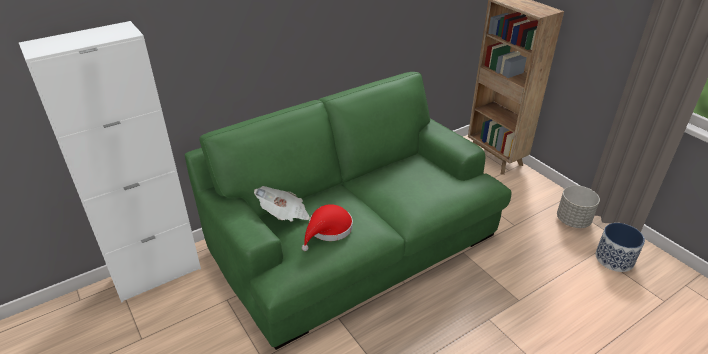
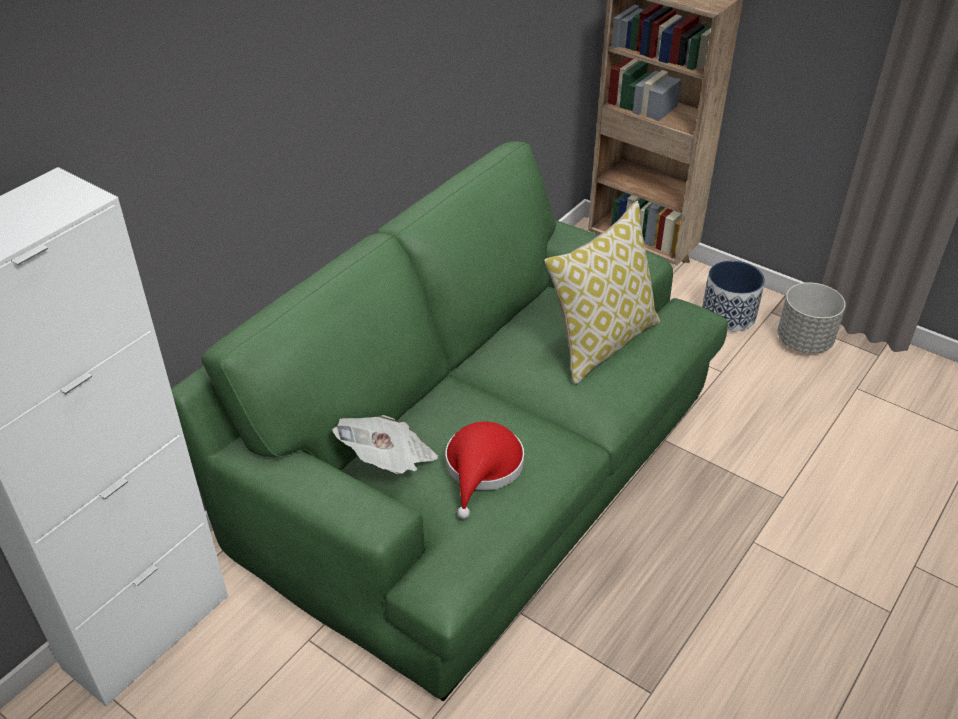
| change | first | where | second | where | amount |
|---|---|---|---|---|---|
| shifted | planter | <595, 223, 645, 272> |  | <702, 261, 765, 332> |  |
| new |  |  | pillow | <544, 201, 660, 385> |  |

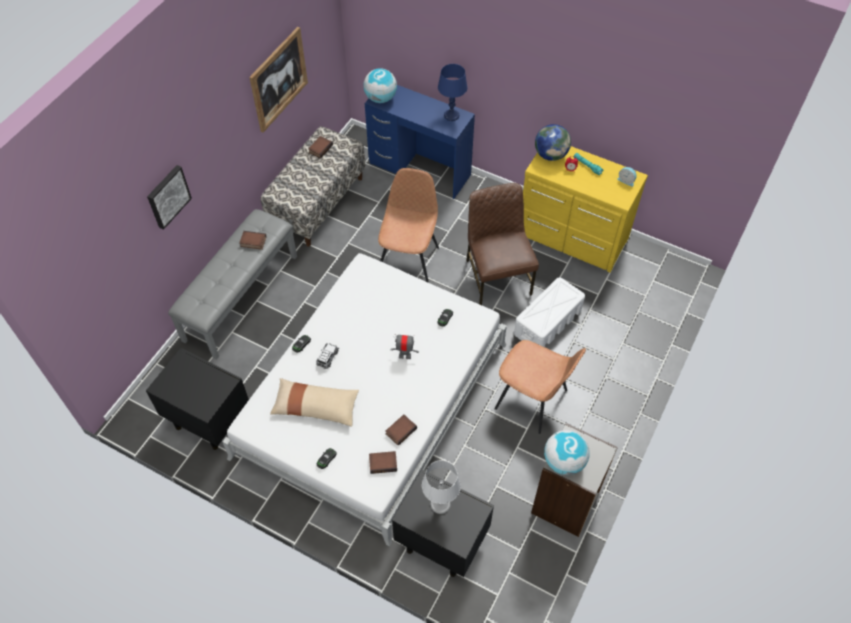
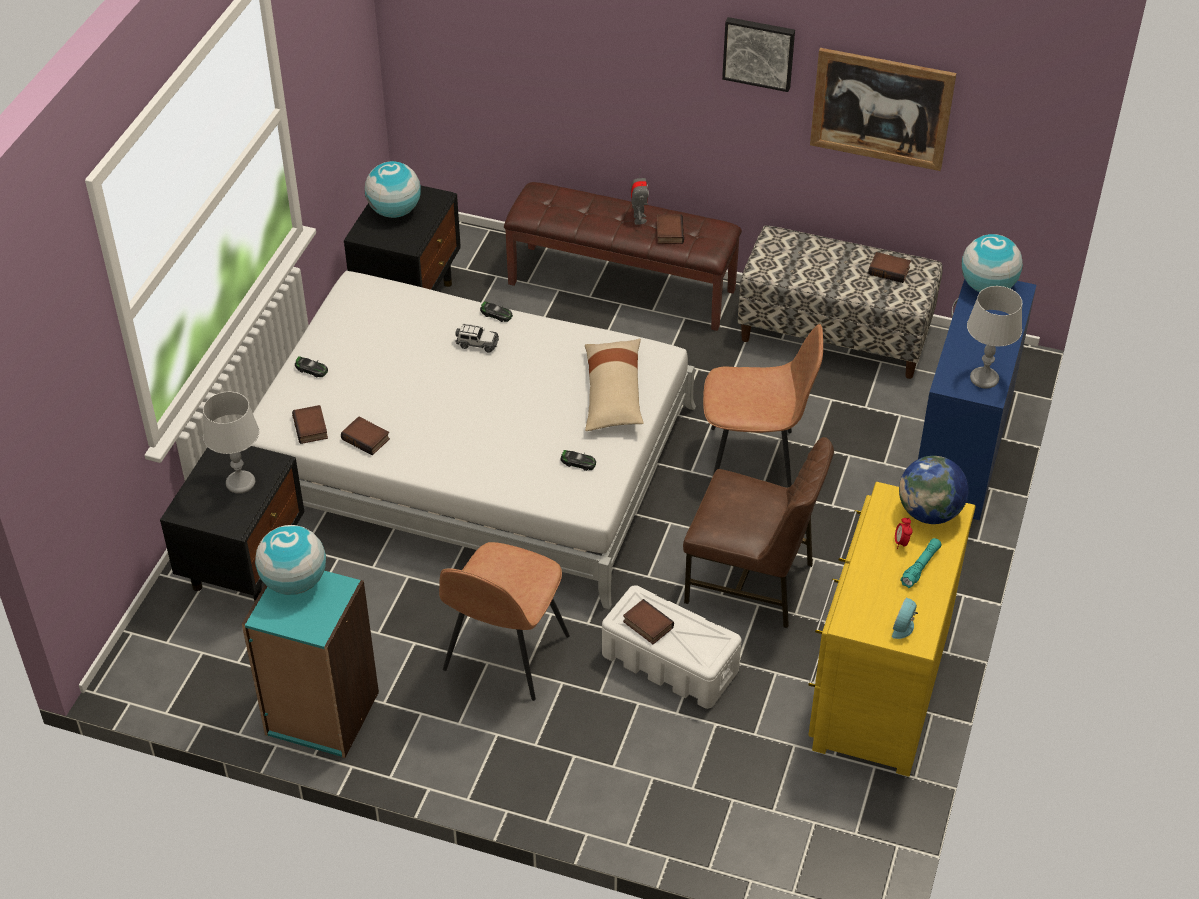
| change | first | where | second | where | amount |
|---|---|---|---|---|---|
| repainted | blue table lamp | <438, 64, 467, 121> | grey table lamp | <967, 286, 1022, 389> |  |
| shifted | picture | <147, 165, 192, 230> |  | <722, 17, 795, 92> |  |
| rotated | brown chair | <466, 183, 539, 305> |  | <683, 437, 834, 629> | 45 degrees clockwise |
| repainted | grey bench | <168, 209, 297, 359> | brown bench | <504, 182, 742, 331> |  |
| shifted | toy robot | <391, 334, 419, 359> |  | <630, 168, 649, 225> |  |
| shifted | beige pillow | <270, 378, 359, 427> |  | <585, 338, 644, 431> |  |
| repainted | grey bookcase | <531, 423, 618, 537> | turquoise bookcase | <242, 571, 379, 758> |  |
| new |  |  | globe | <365, 161, 420, 218> |  |
| new |  |  | book | <623, 599, 674, 644> |  |

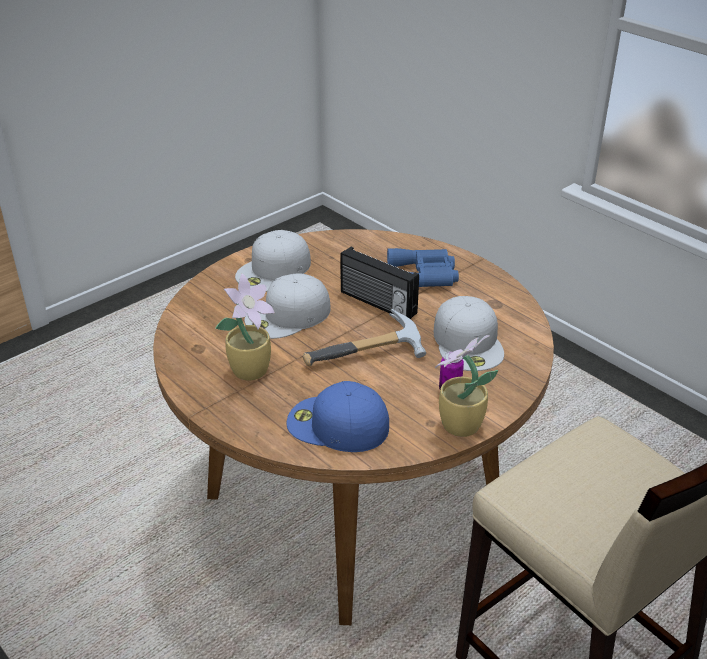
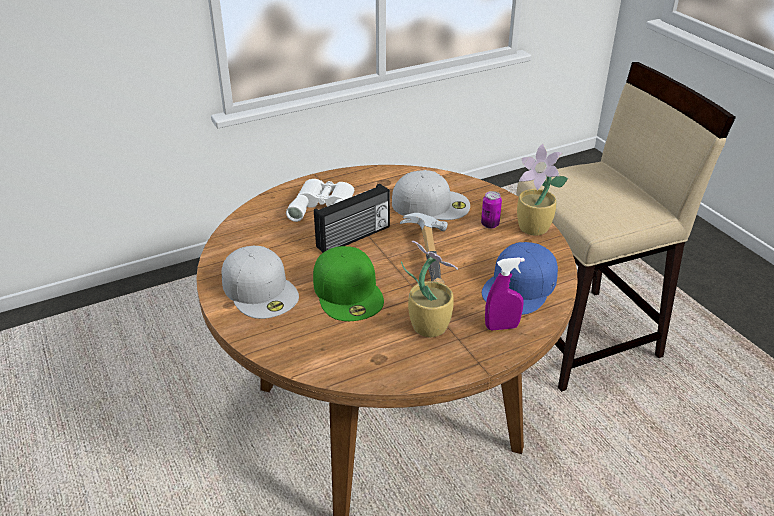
| change | first | where | second | where | amount |
|---|---|---|---|---|---|
| repainted | blue binoculars | <387, 248, 459, 287> | white binoculars | <286, 179, 354, 222> |  |
| repainted | white cap | <244, 273, 331, 339> | green cap | <313, 246, 384, 321> |  |
| new |  |  | purple spray bottle | <485, 257, 525, 330> |  |

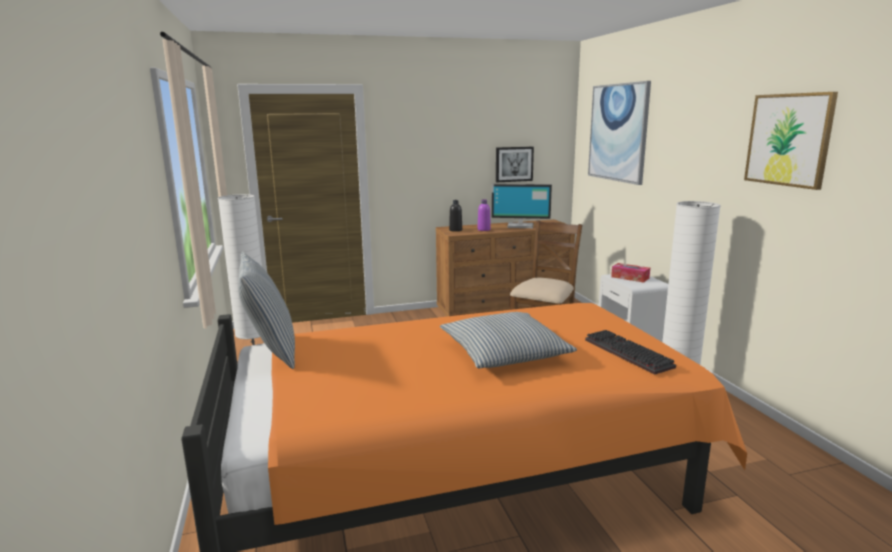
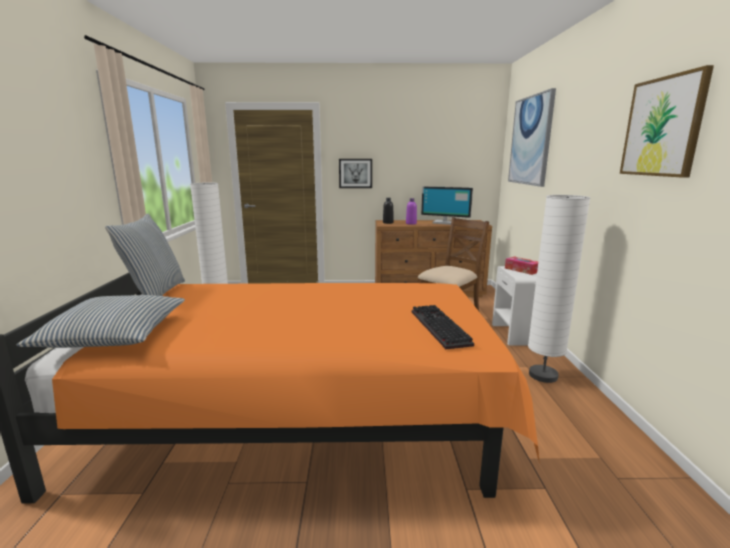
| change | first | where | second | where | amount |
|---|---|---|---|---|---|
| shifted | picture | <496, 147, 534, 182> |  | <339, 159, 372, 188> |  |
| shifted | pillow | <440, 312, 577, 368> |  | <17, 295, 185, 348> |  |

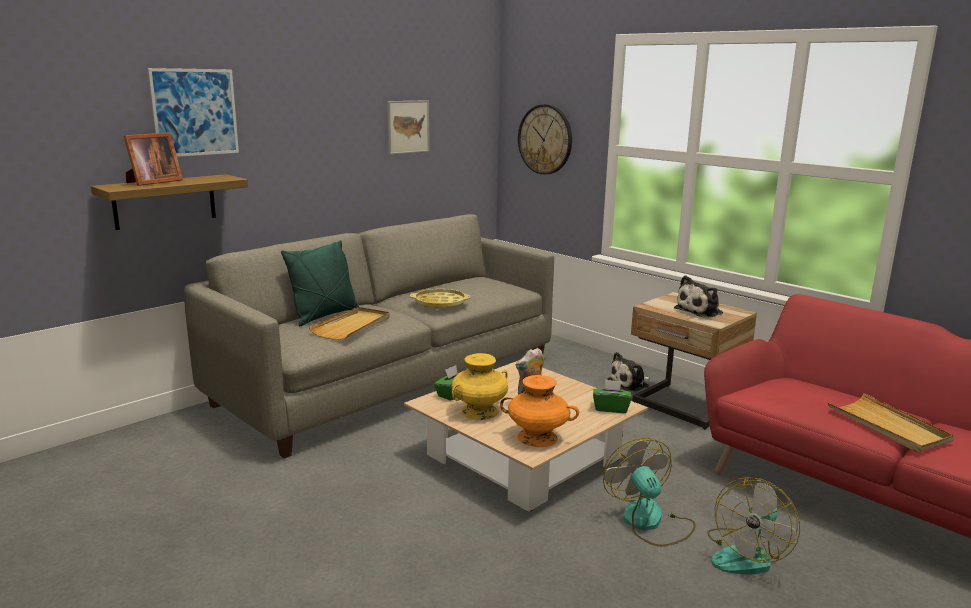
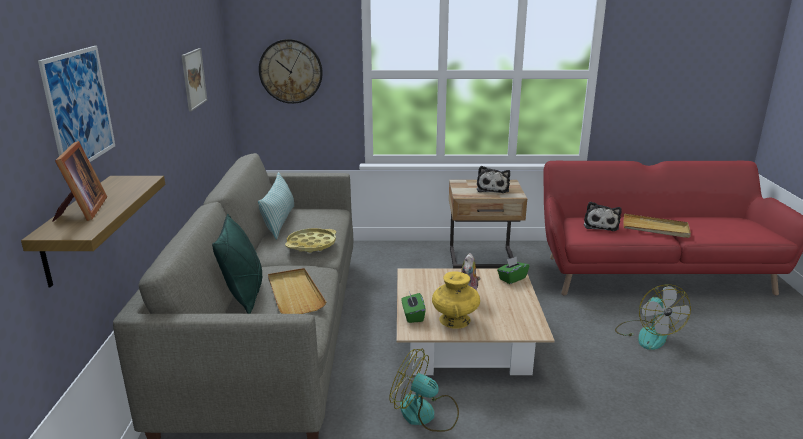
| change | first | where | second | where | amount |
|---|---|---|---|---|---|
| shifted | plush toy | <607, 352, 649, 392> |  | <584, 201, 622, 231> |  |
| gone | orange vase | <500, 375, 579, 447> |  |  |  |
| shifted | fan | <603, 438, 696, 547> |  | <389, 349, 459, 432> |  |
| new |  |  | pillow | <258, 172, 294, 240> |  |

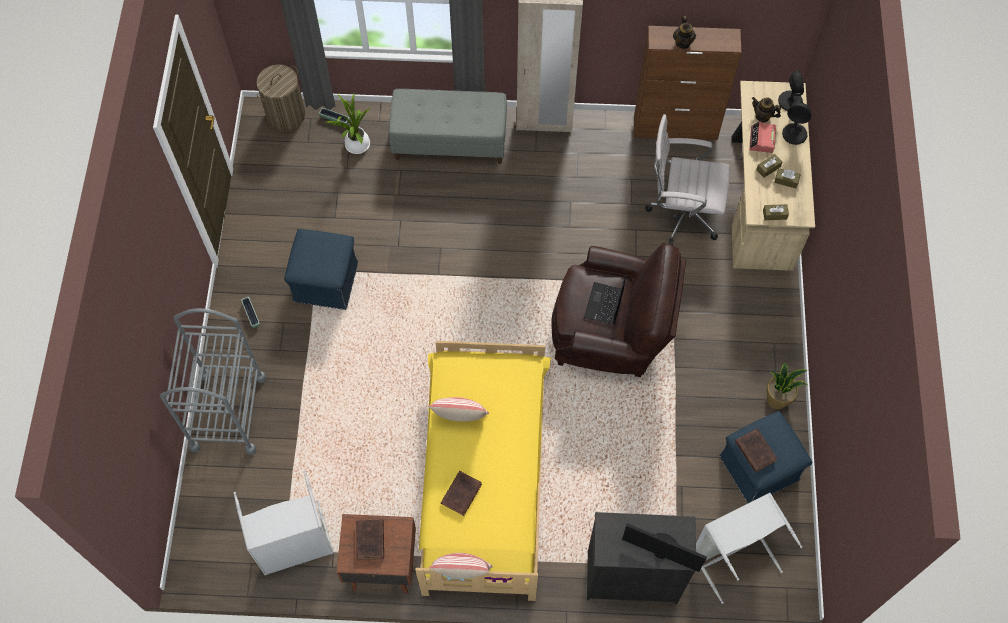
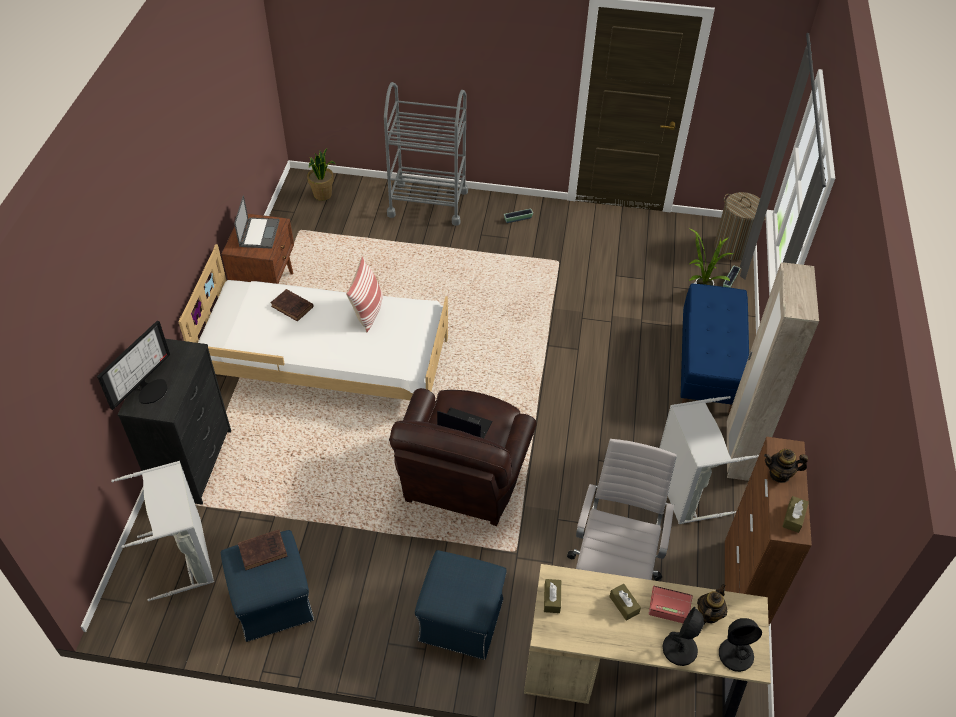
| change | first | where | second | where | amount |
|---|---|---|---|---|---|
| repainted | grey bench | <389, 89, 507, 164> | blue bench | <681, 284, 749, 413> |  |
| shifted | brown tissue box | <774, 168, 801, 188> |  | <782, 496, 809, 533> |  |
| shifted | blue ottoman | <284, 229, 358, 310> |  | <415, 550, 507, 660> |  |
| repainted | yellow bed | <416, 341, 551, 601> | white bed | <178, 244, 448, 400> |  |
| shifted | potted plant | <766, 362, 808, 410> |  | <307, 149, 335, 201> |  |
| shifted | grey laundry basket | <233, 470, 334, 575> |  | <659, 396, 759, 524> |  |
| swapped | brown book | <356, 519, 384, 560> | laptop | <234, 195, 280, 249> |  |
| gone | pillow | <429, 553, 493, 579> |  |  |  |

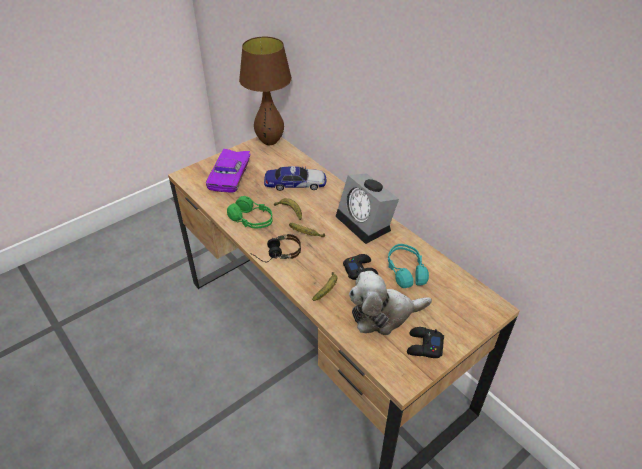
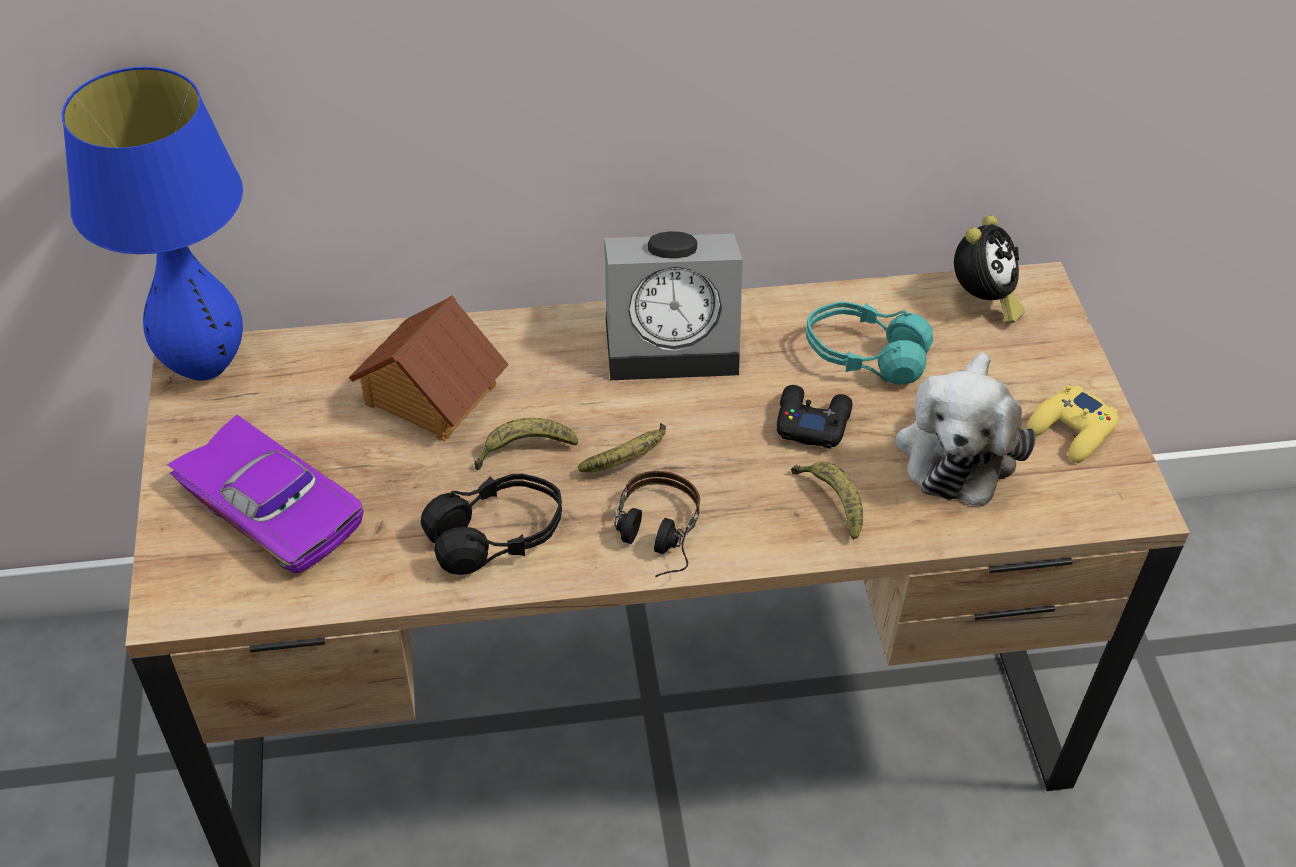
| change | first | where | second | where | amount |
|---|---|---|---|---|---|
| repainted | brown table lamp | <239, 37, 292, 145> | blue table lamp | <62, 67, 243, 381> |  |
| swapped | toy car | <264, 166, 326, 191> | toy house | <349, 295, 509, 441> |  |
| repainted | green headphones | <227, 196, 273, 229> | black headphones | <421, 474, 562, 575> |  |
| repainted | black game controller | <407, 327, 444, 358> | yellow game controller | <1027, 385, 1119, 463> |  |
| new |  |  | alarm clock | <954, 215, 1025, 324> |  |

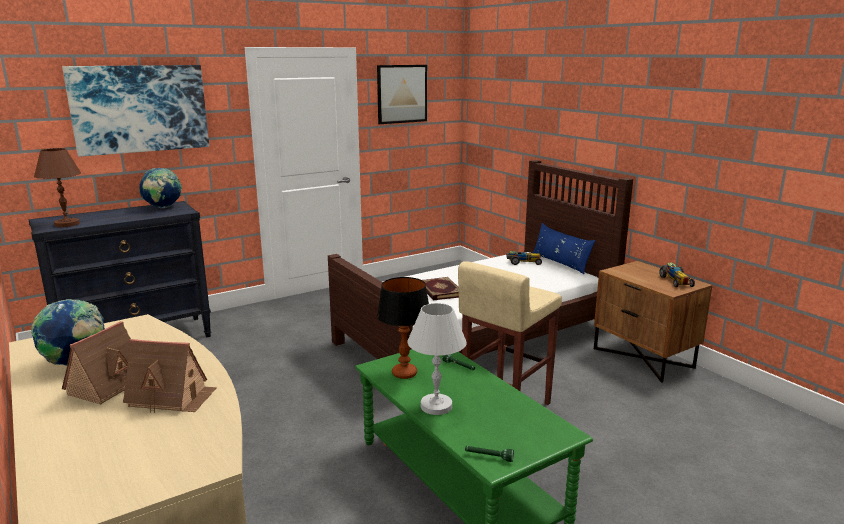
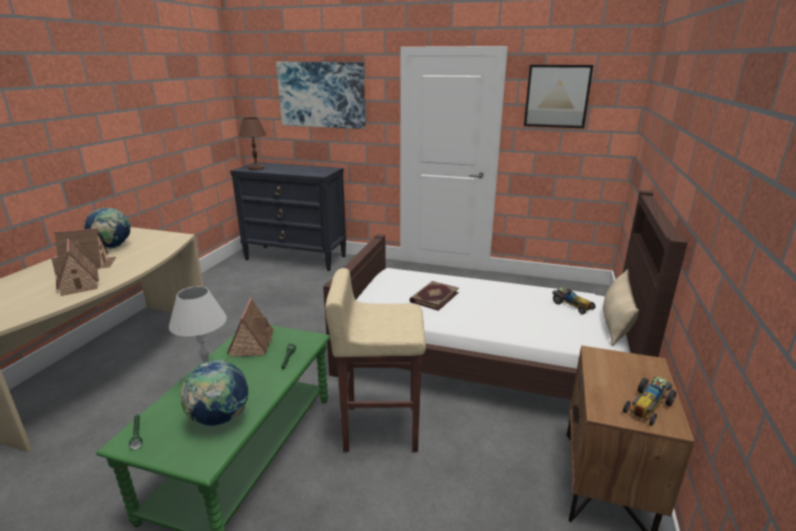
| change | first | where | second | where | amount |
|---|---|---|---|---|---|
| shifted | globe | <139, 168, 182, 208> |  | <181, 359, 248, 426> |  |
| repainted | blue pillow | <533, 223, 596, 274> | beige pillow | <603, 269, 639, 346> |  |
| swapped | table lamp | <377, 277, 429, 379> | toy house | <227, 298, 274, 357> |  |

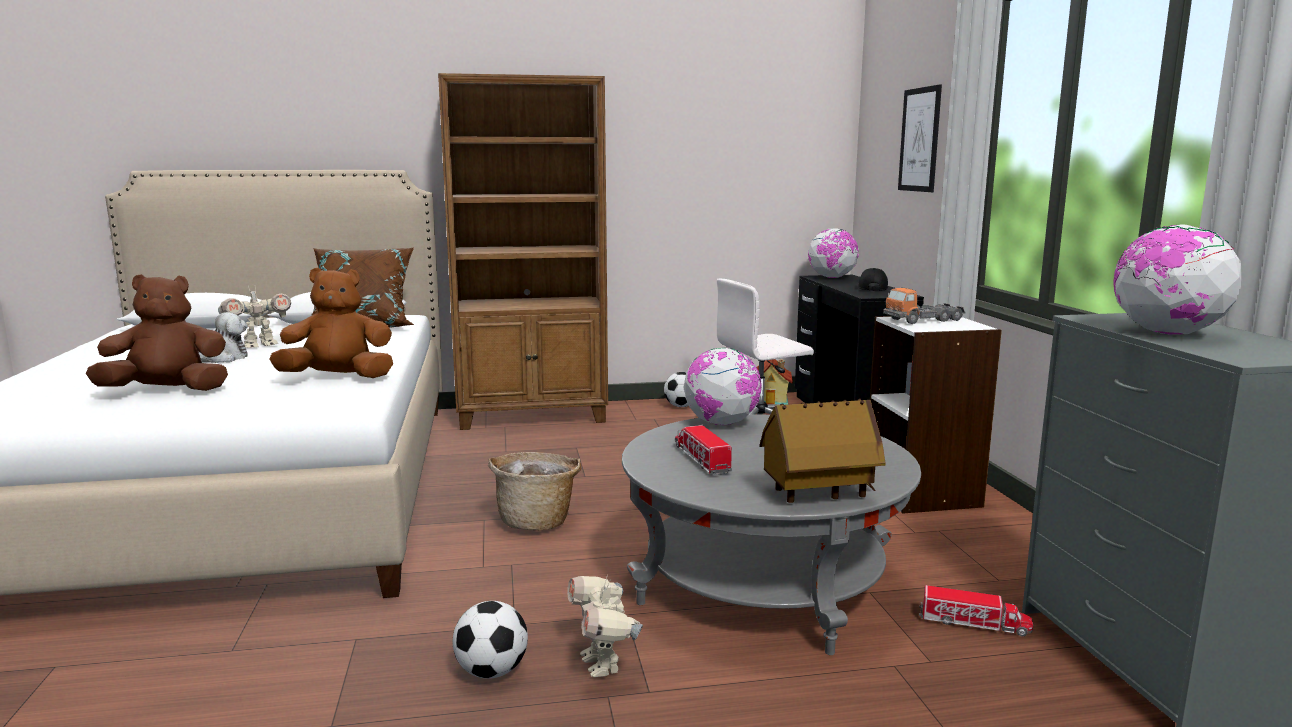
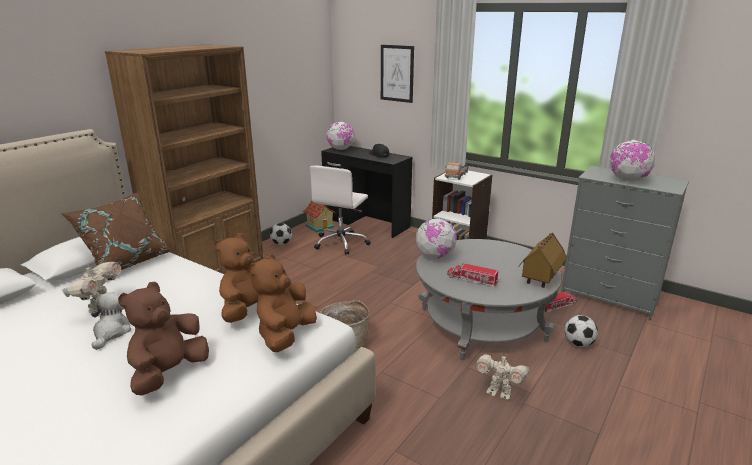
| change | first | where | second | where | amount |
|---|---|---|---|---|---|
| shifted | football | <453, 601, 528, 679> |  | <565, 315, 598, 347> |  |
| new |  |  | brown plush toy | <249, 253, 317, 352> |  |

